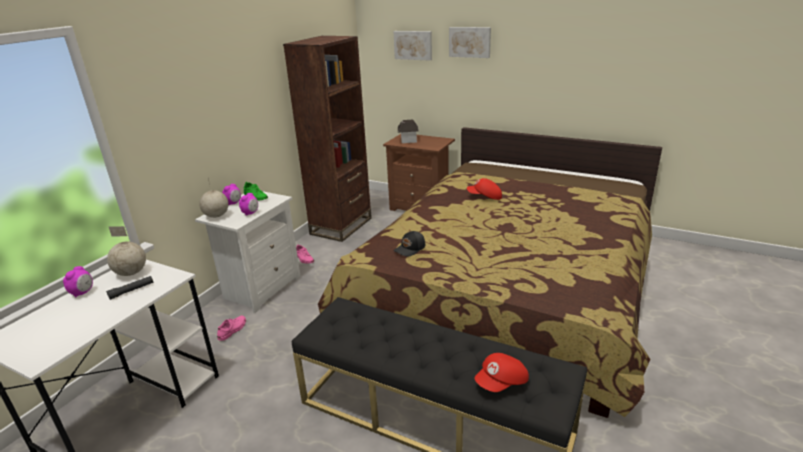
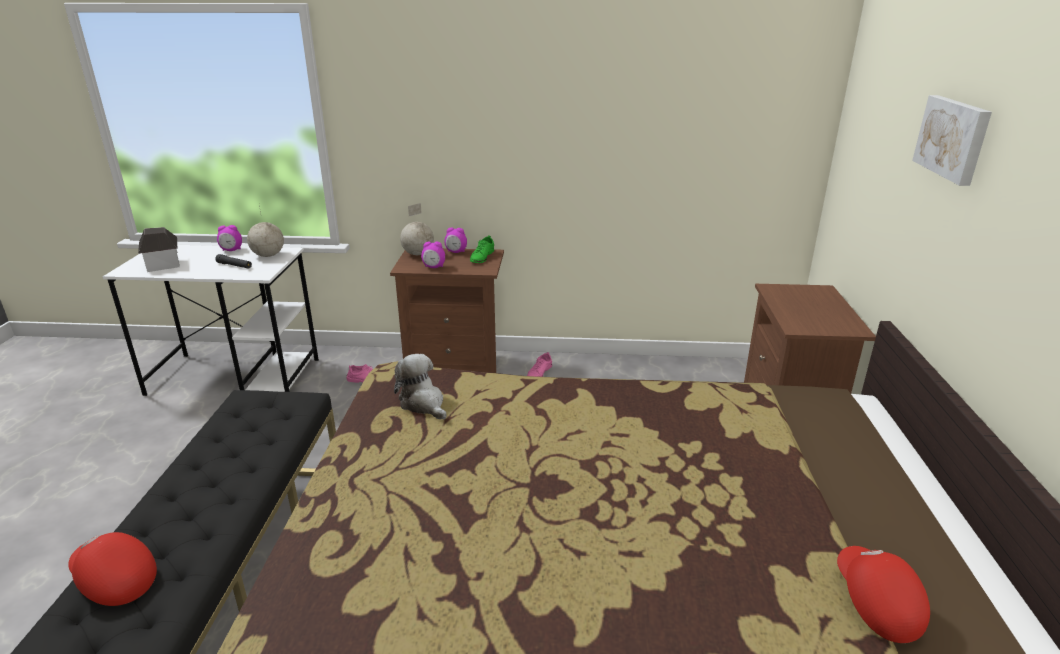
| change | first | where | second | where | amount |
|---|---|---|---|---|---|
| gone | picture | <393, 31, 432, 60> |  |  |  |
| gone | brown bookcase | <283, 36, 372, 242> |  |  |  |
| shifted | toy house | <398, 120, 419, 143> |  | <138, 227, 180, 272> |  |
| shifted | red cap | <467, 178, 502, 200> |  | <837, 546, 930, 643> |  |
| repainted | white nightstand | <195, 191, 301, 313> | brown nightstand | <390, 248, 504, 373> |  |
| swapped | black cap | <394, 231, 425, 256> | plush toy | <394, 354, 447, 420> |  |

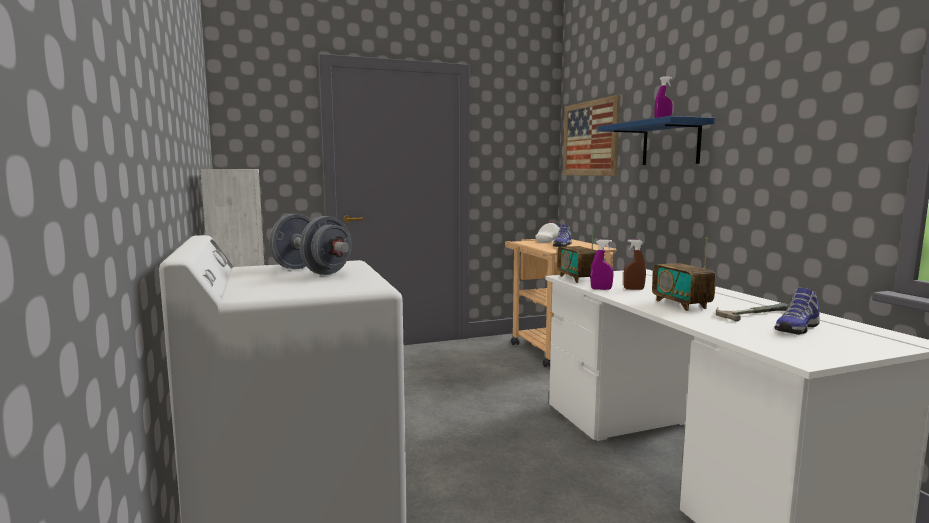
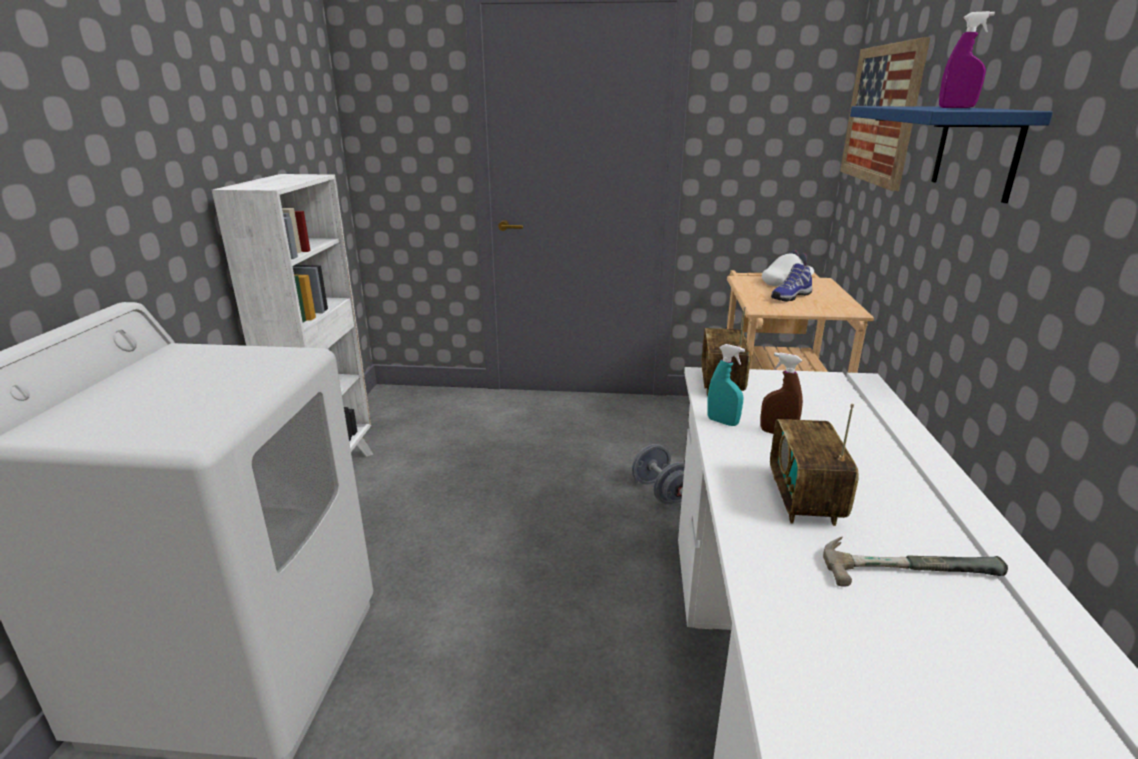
| change | first | where | second | where | amount |
|---|---|---|---|---|---|
| shifted | grey dumbbell | <269, 214, 352, 275> |  | <632, 444, 685, 505> |  |
| repainted | purple spray bottle | <590, 240, 614, 290> | turquoise spray bottle | <707, 344, 745, 426> |  |
| gone | shoe | <775, 288, 820, 335> |  |  |  |

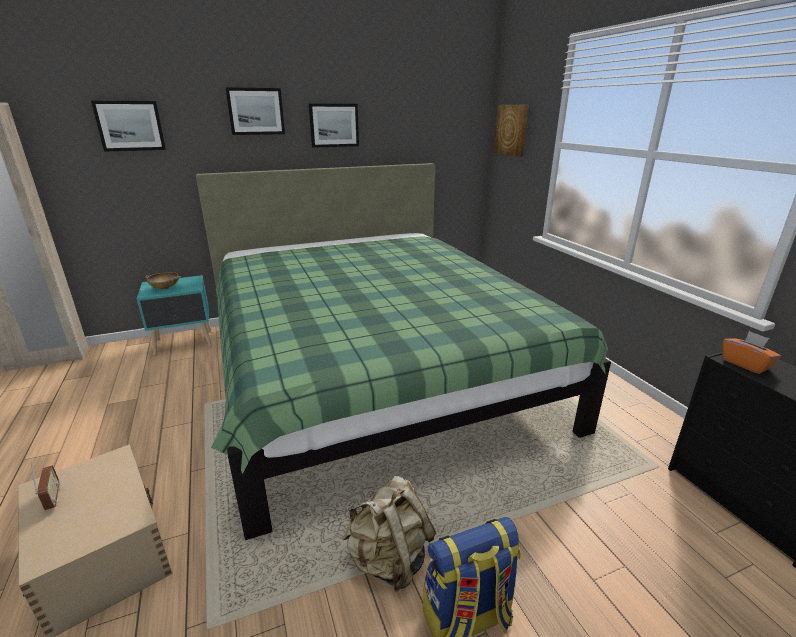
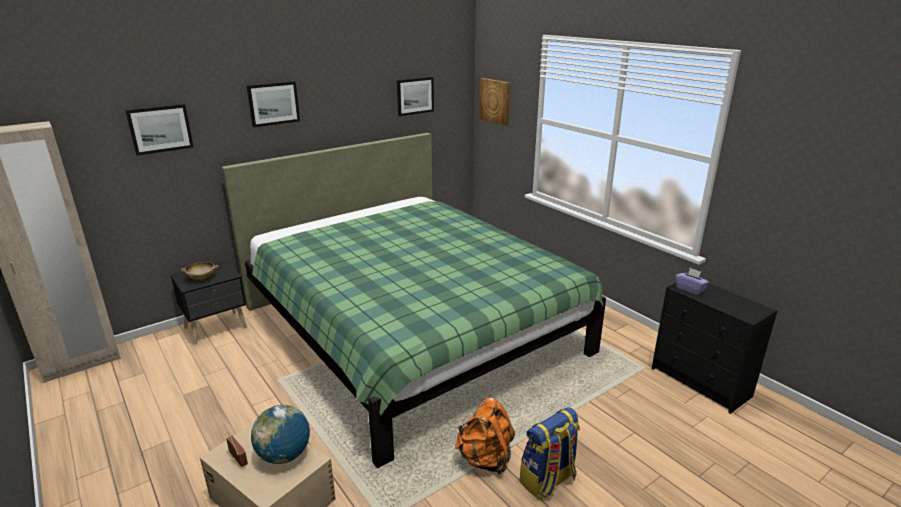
| change | first | where | second | where | amount |
|---|---|---|---|---|---|
| shifted | picture | <309, 104, 359, 148> |  | <397, 77, 434, 116> |  |
| repainted | turquoise nightstand | <137, 275, 212, 356> | black nightstand | <171, 261, 247, 345> |  |
| repainted | orange tissue box | <723, 331, 781, 374> | purple tissue box | <676, 268, 709, 295> |  |
| repainted | beige backpack | <342, 476, 436, 591> | orange backpack | <455, 397, 515, 475> |  |
| new |  |  | globe | <251, 405, 310, 464> |  |

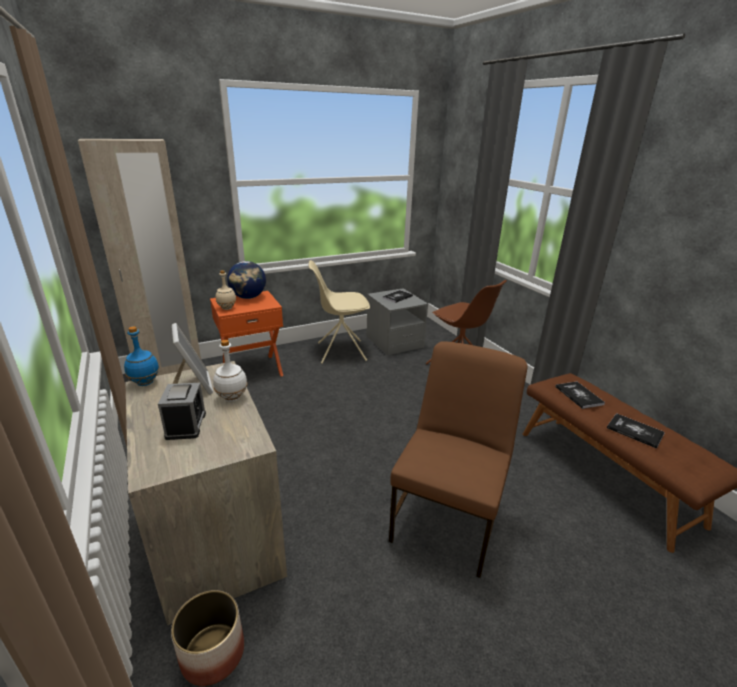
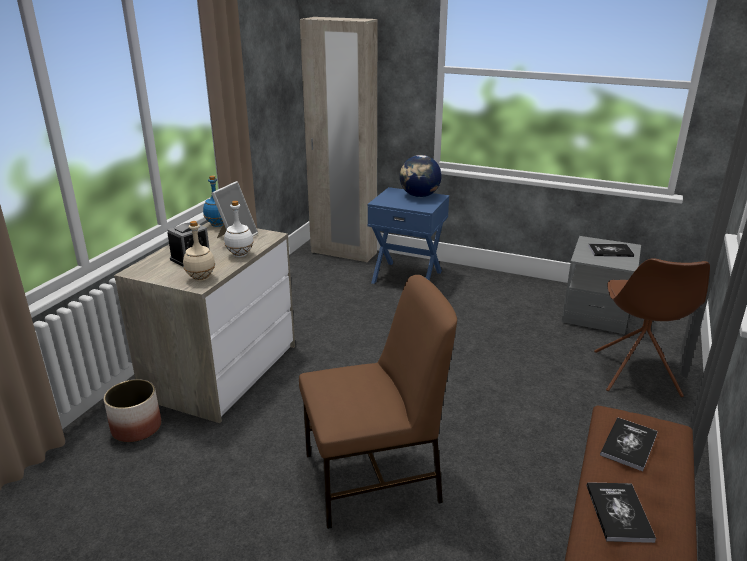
| change | first | where | second | where | amount |
|---|---|---|---|---|---|
| gone | beige chair | <309, 260, 370, 364> |  |  |  |
| shifted | beige bottle | <216, 270, 236, 310> |  | <183, 221, 215, 281> |  |
| repainted | orange nightstand | <210, 291, 283, 376> | blue nightstand | <368, 187, 449, 284> |  |

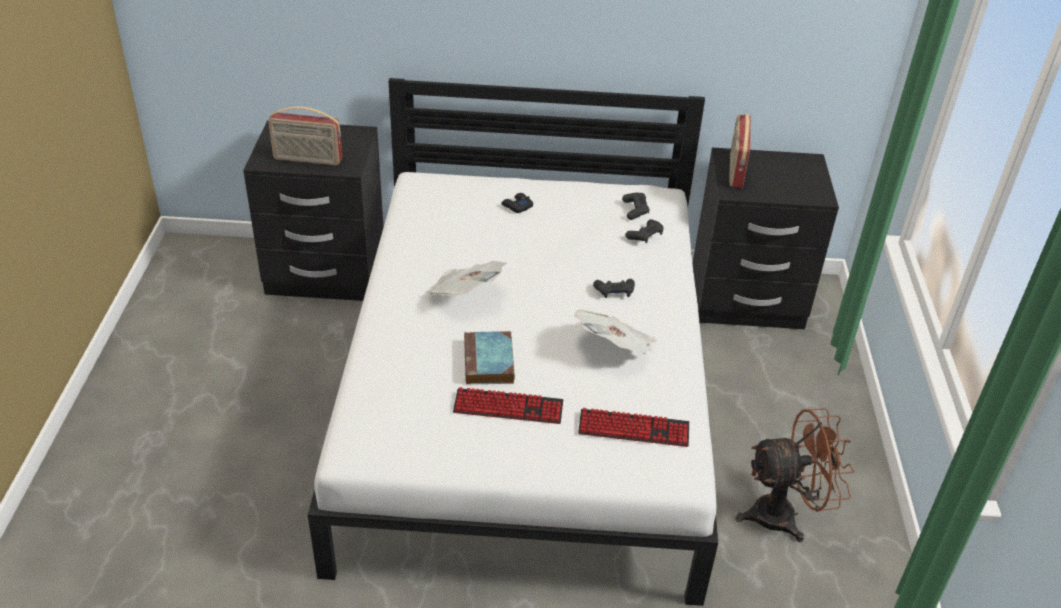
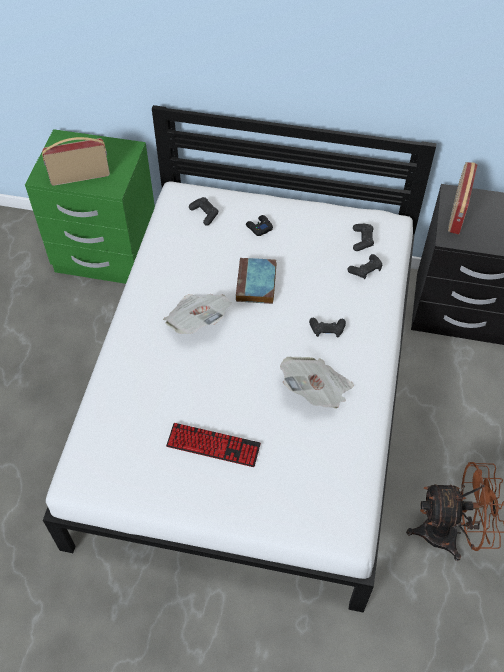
| change | first | where | second | where | amount |
|---|---|---|---|---|---|
| rotated | radio | <268, 107, 342, 166> |  | <42, 137, 110, 186> | 150 degrees clockwise |
| repainted | black nightstand | <243, 120, 384, 301> | green nightstand | <25, 129, 155, 284> |  |
| shifted | book | <464, 331, 515, 385> |  | <236, 258, 276, 304> |  |
| gone | keyboard | <578, 408, 689, 447> |  |  |  |
| new |  |  | black game controller | <189, 197, 218, 226> |  |

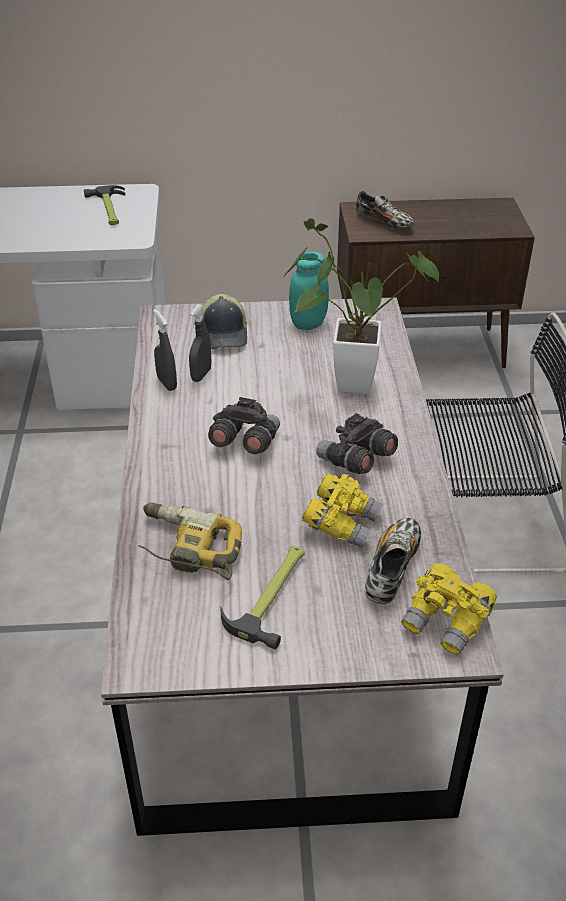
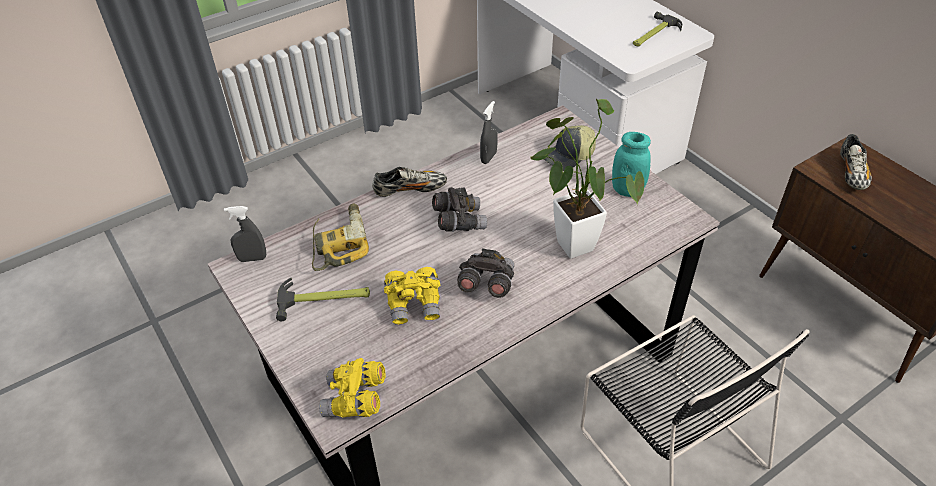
| change | first | where | second | where | amount |
|---|---|---|---|---|---|
| shifted | grey spray bottle | <189, 304, 211, 382> |  | <224, 206, 266, 262> |  |
| shifted | shoe | <364, 518, 421, 604> |  | <372, 167, 447, 197> |  |

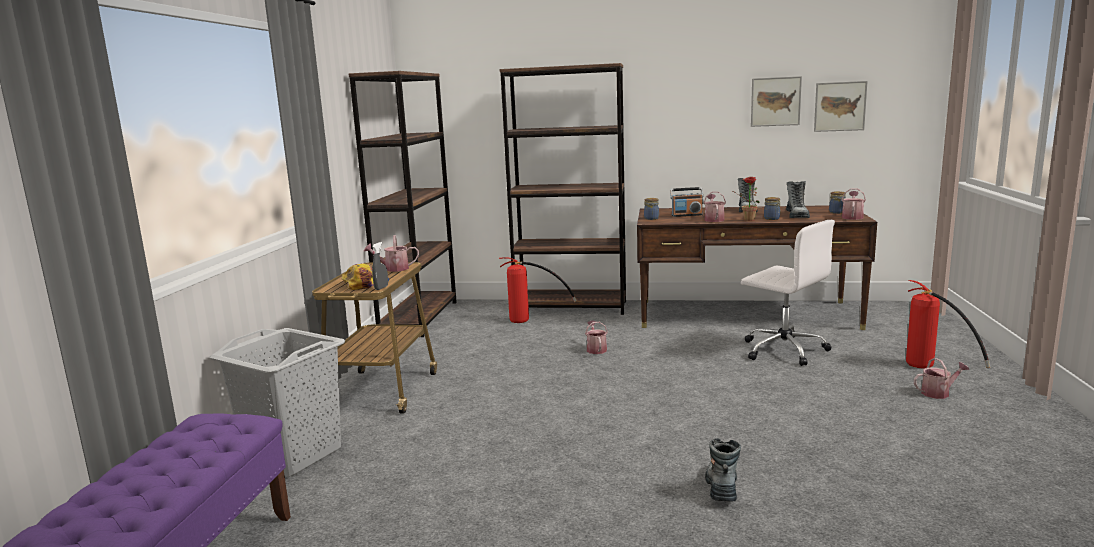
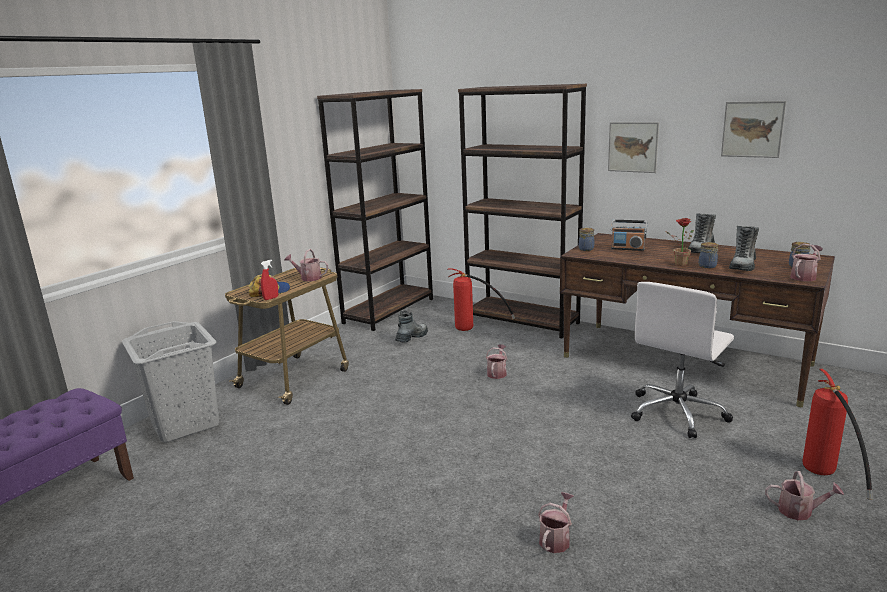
| change | first | where | second | where | amount |
|---|---|---|---|---|---|
| shifted | picture | <814, 81, 868, 132> |  | <608, 122, 659, 173> |  |
| shifted | watering can | <704, 192, 726, 222> |  | <538, 492, 574, 553> |  |
| rotated | white office chair | <741, 220, 835, 366> |  | <631, 282, 734, 438> | 60 degrees clockwise |
| repainted | grey spray bottle | <372, 242, 388, 290> | red spray bottle | <261, 260, 278, 300> |  |
| shifted | boot | <705, 438, 741, 502> |  | <395, 310, 428, 343> |  |

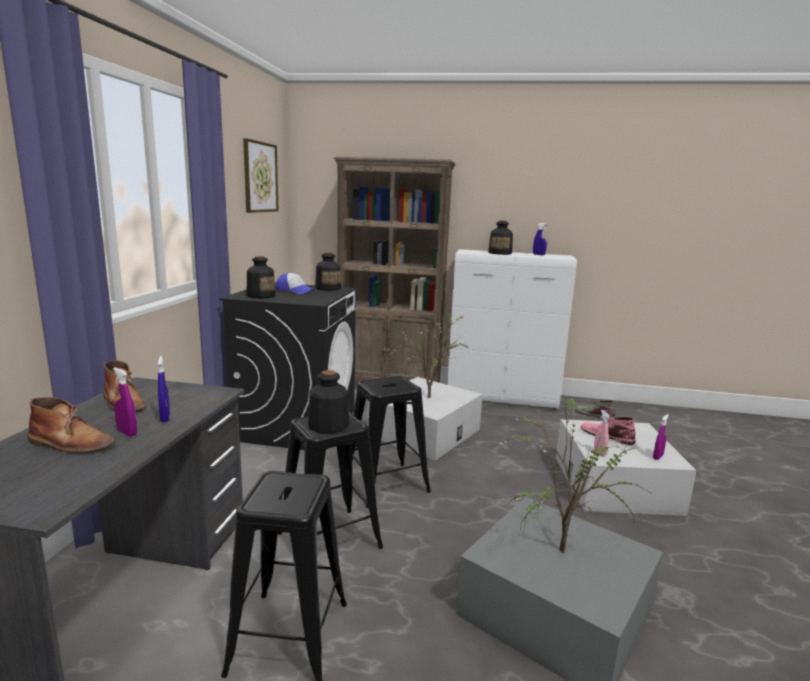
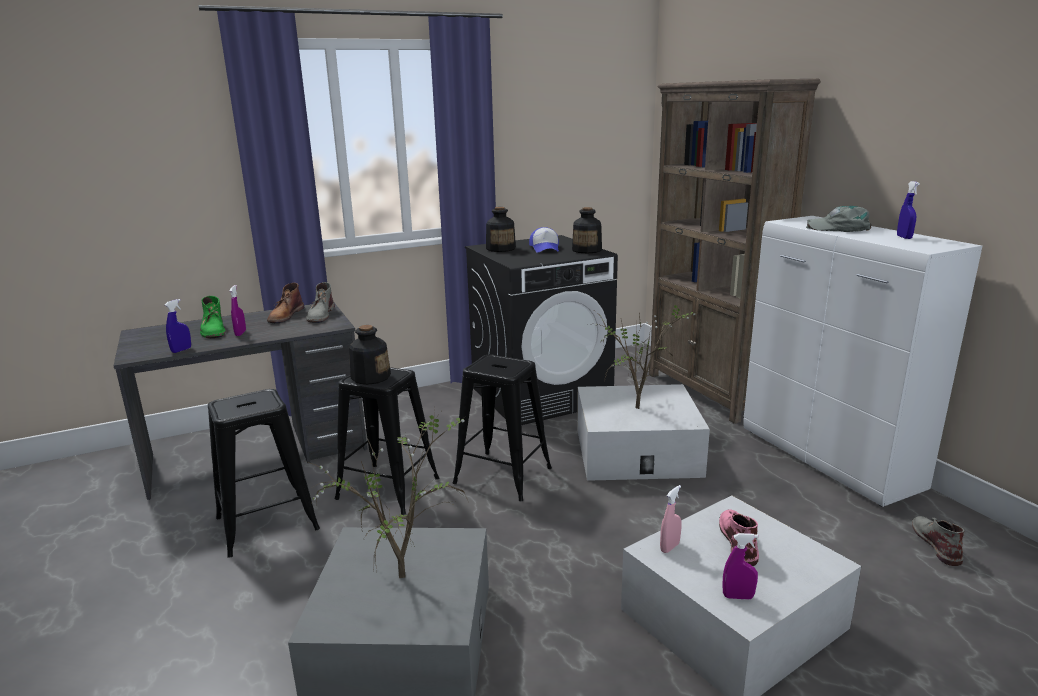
| change | first | where | second | where | amount |
|---|---|---|---|---|---|
| gone | picture | <243, 138, 279, 213> |  |  |  |
| swapped | bottle | <488, 221, 513, 255> | grey cap | <806, 206, 871, 232> |  |
| shifted | blue spray bottle | <158, 356, 170, 423> |  | <165, 299, 191, 353> |  |
| repainted | brown boot | <27, 397, 115, 454> | green boot | <200, 296, 226, 338> |  |
| new |  |  | grey boot | <306, 282, 335, 323> |  |

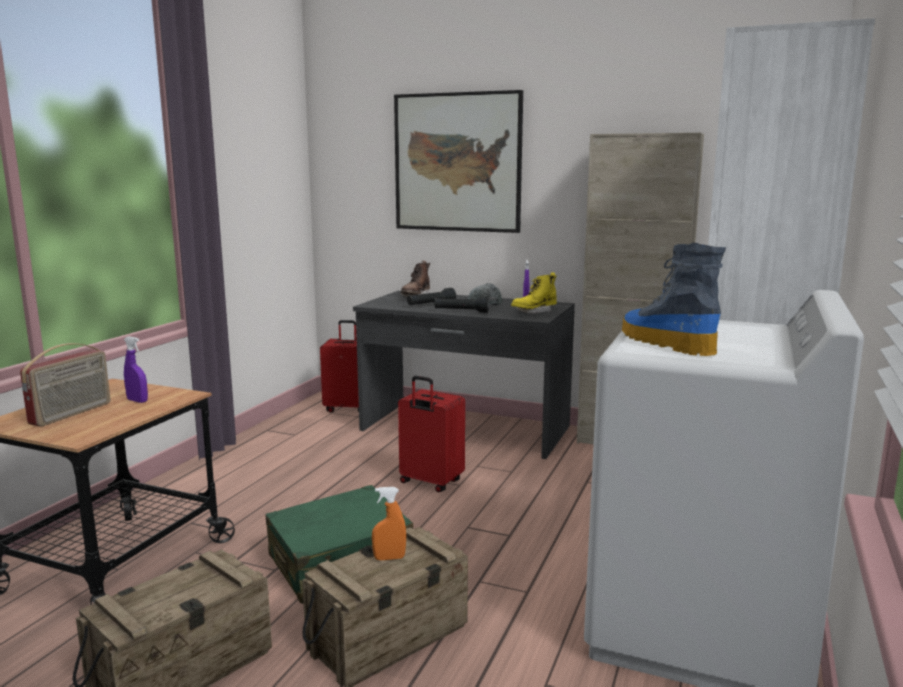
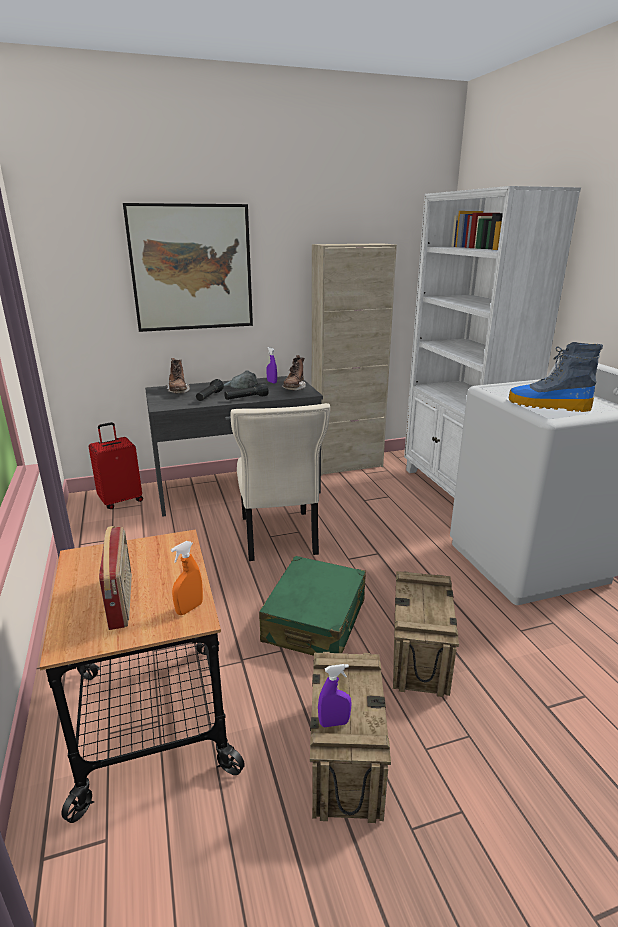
| change | first | where | second | where | amount |
|---|---|---|---|---|---|
| repainted | yellow boot | <511, 273, 557, 314> | brown boot | <282, 355, 306, 391> |  |
| shifted | purple spray bottle | <124, 336, 148, 403> |  | <318, 664, 352, 727> |  |
| swapped | red suitcase | <398, 376, 465, 492> | beige chair | <231, 403, 330, 561> |  |
| shifted | orange spray bottle | <372, 487, 406, 560> |  | <171, 541, 203, 615> |  |

